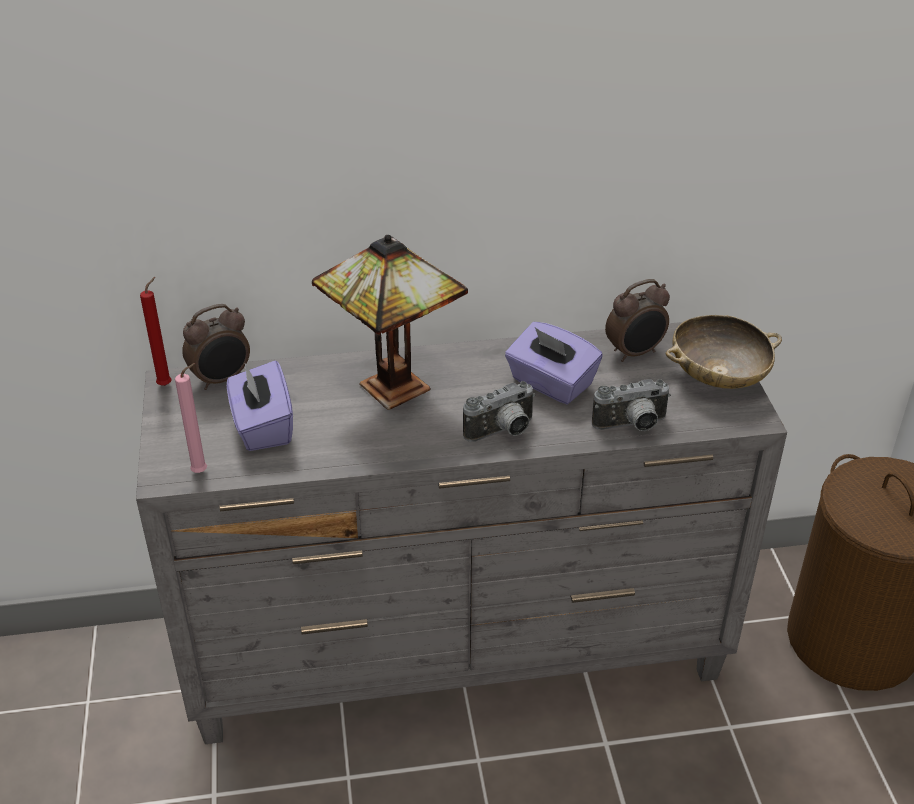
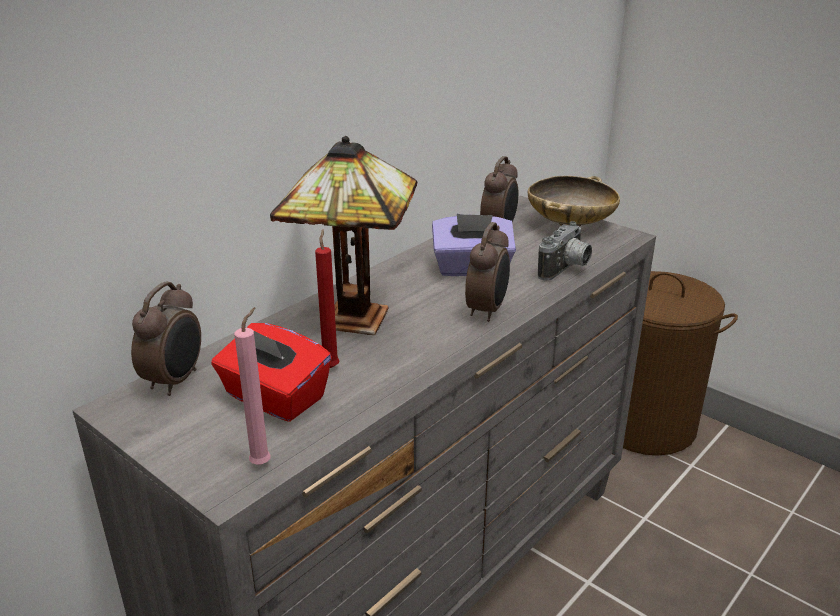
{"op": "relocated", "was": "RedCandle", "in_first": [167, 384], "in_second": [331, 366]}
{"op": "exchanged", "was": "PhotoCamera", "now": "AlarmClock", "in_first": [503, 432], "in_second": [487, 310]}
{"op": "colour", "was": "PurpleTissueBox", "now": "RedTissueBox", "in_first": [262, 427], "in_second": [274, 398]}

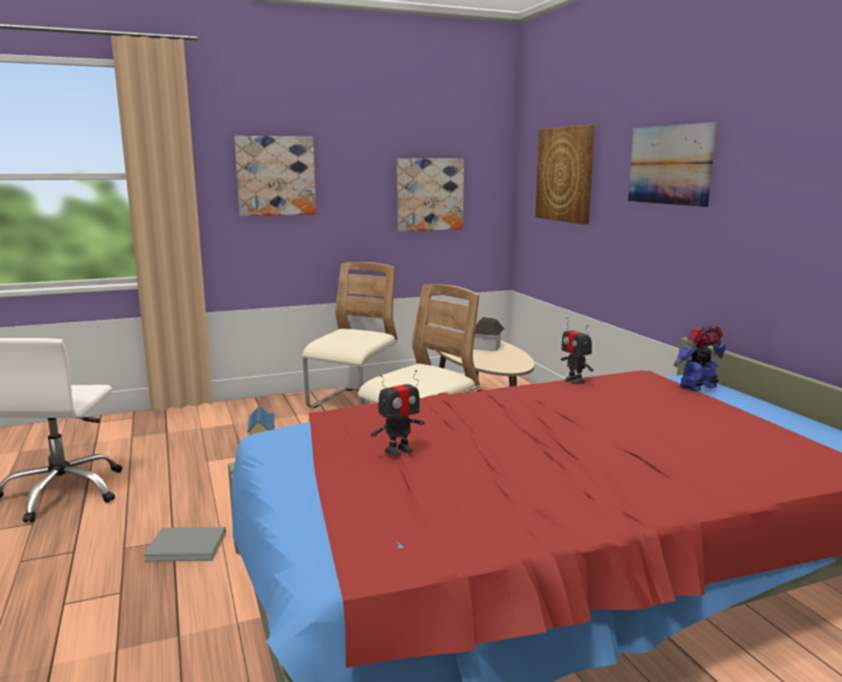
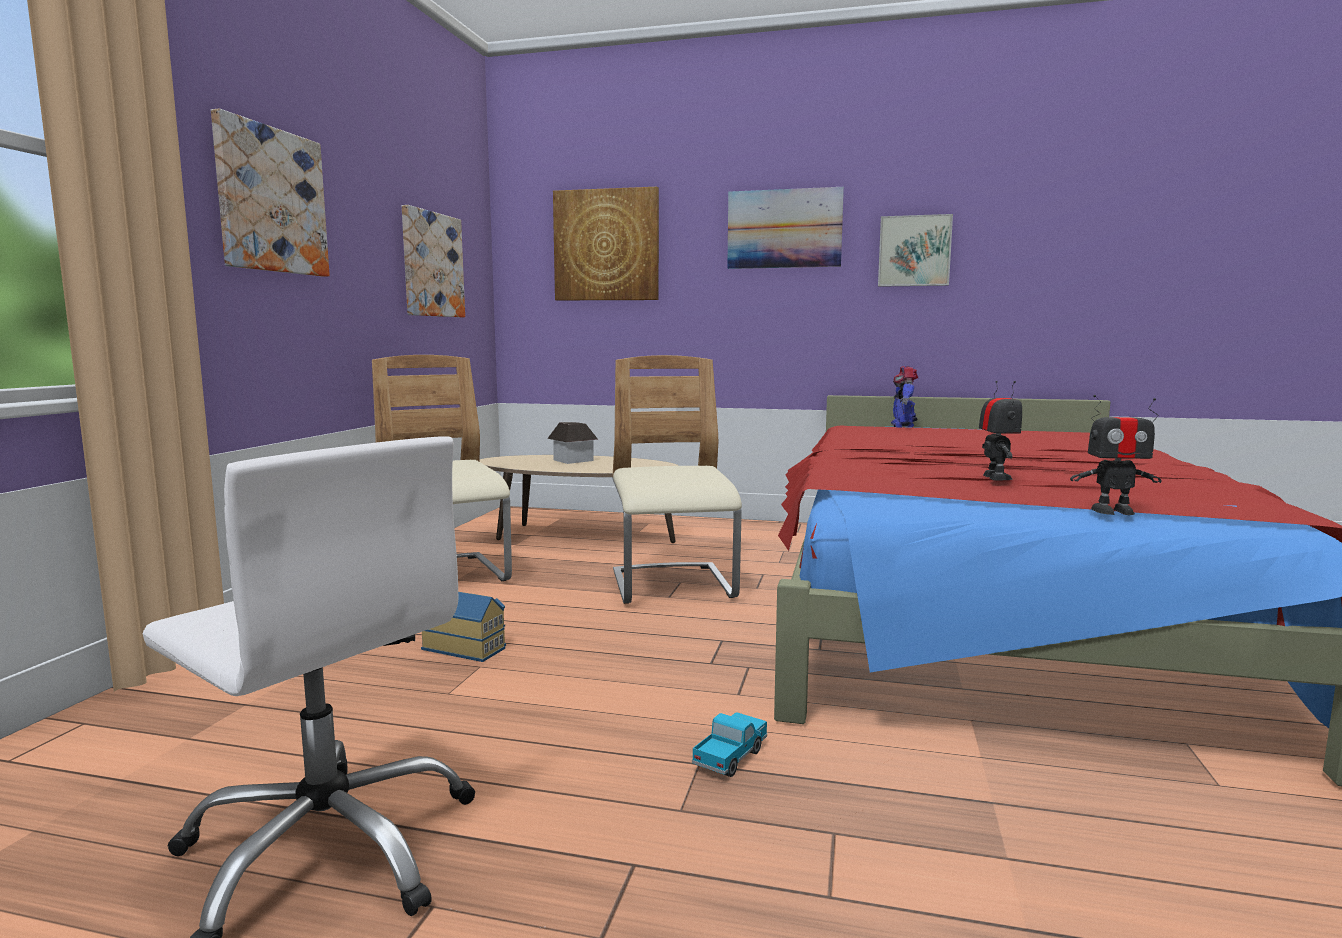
{"op": "appeared", "now": "Picture", "in_second": [914, 251]}
{"op": "relocated", "was": "ToyRobot", "in_first": [574, 381], "in_second": [1113, 511]}
{"op": "exchanged", "was": "GreyBook", "now": "ToyTruck", "in_first": [185, 545], "in_second": [731, 757]}

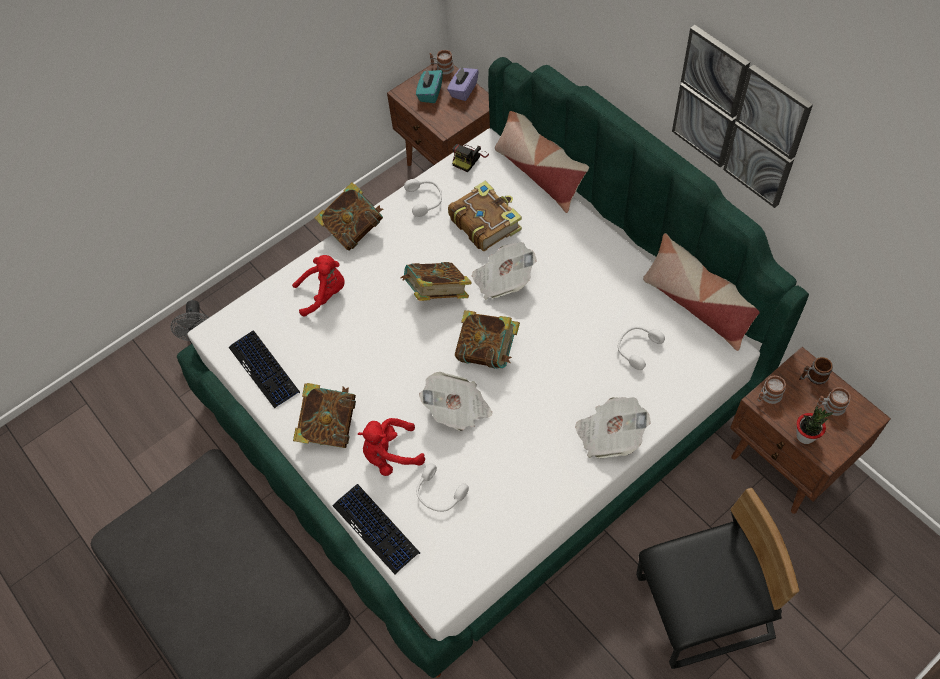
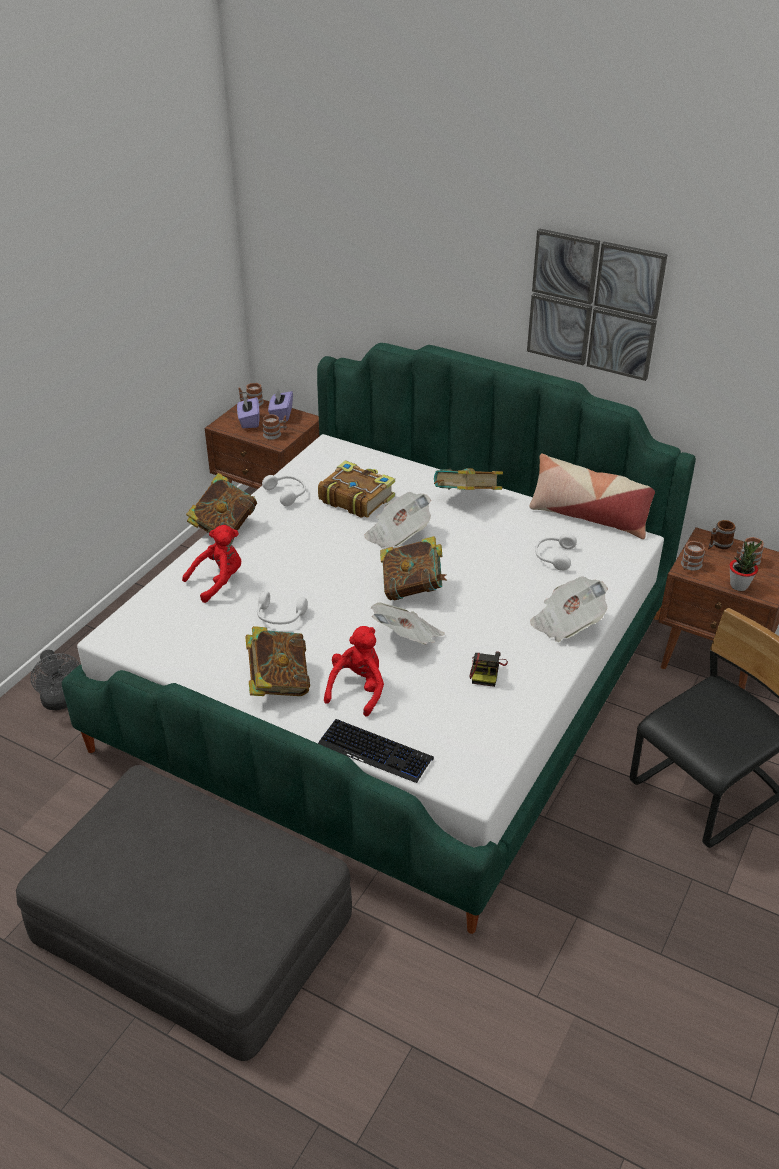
{"op": "missing", "was": "Keyboard", "in_first": [264, 369]}
{"op": "missing", "was": "Pillow", "in_first": [539, 173]}
{"op": "appeared", "now": "Mug", "in_second": [275, 434]}
{"op": "relocated", "was": "Book", "in_first": [437, 294], "in_second": [466, 499]}
{"op": "relocated", "was": "WhiteHeadphones", "in_first": [439, 494], "in_second": [280, 617]}
{"op": "relocated", "was": "PhotoCamera", "in_first": [469, 158], "in_second": [487, 671]}
{"op": "colour", "was": "TurquoiseTissueBox", "now": "PurpleTissueBox", "in_first": [430, 93], "in_second": [249, 421]}
{"op": "spun", "was": "RedPlushToy", "in_first": [390, 455], "in_second": [358, 689], "clockwise": 150}

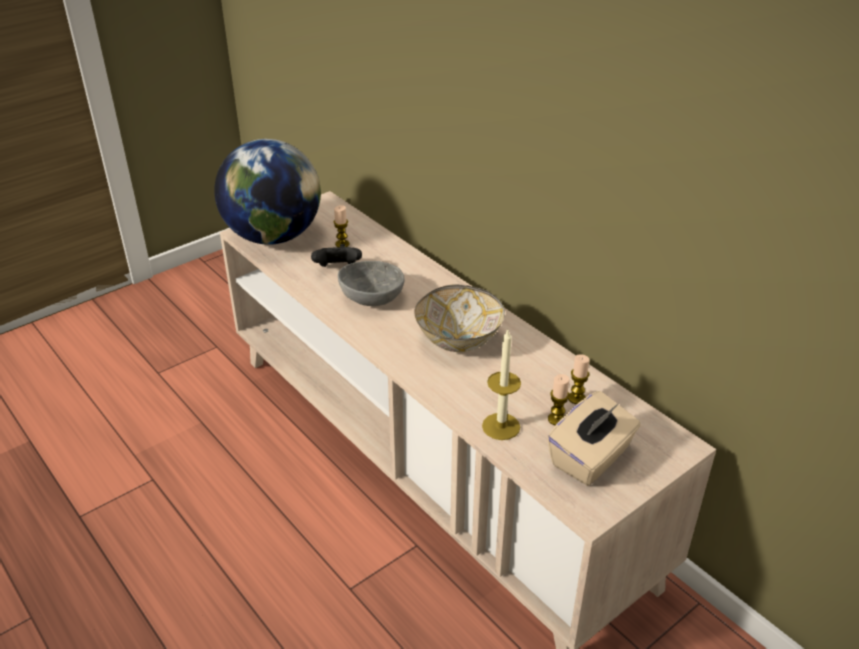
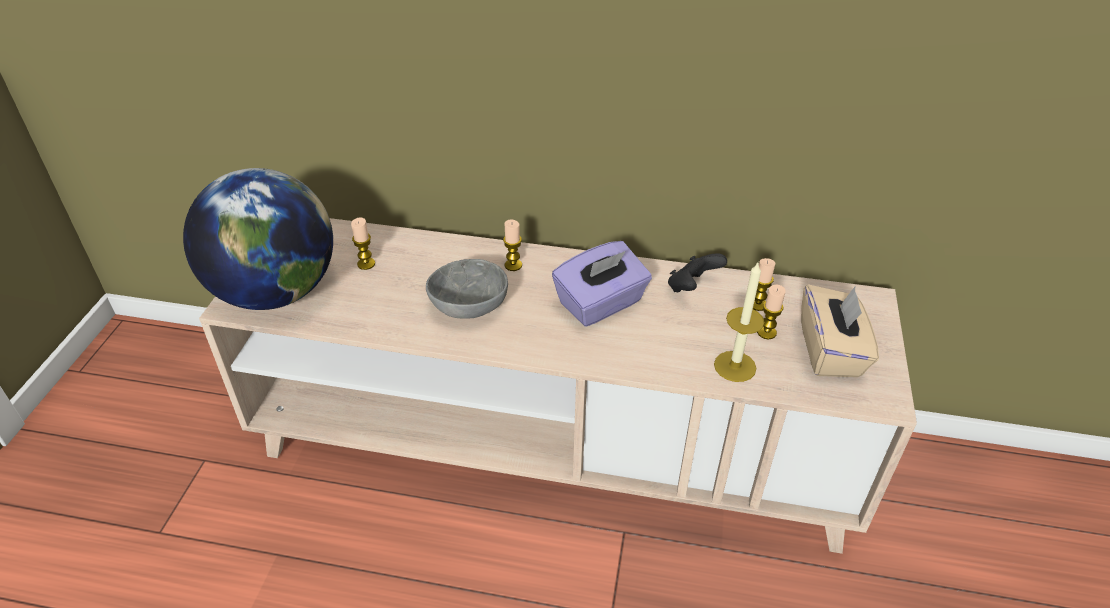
{"op": "appeared", "now": "Candle", "in_second": [513, 265]}
{"op": "relocated", "was": "BlackGameController", "in_first": [337, 269], "in_second": [692, 287]}
{"op": "exchanged", "was": "Bowl", "now": "PurpleTissueBox", "in_first": [459, 339], "in_second": [601, 304]}

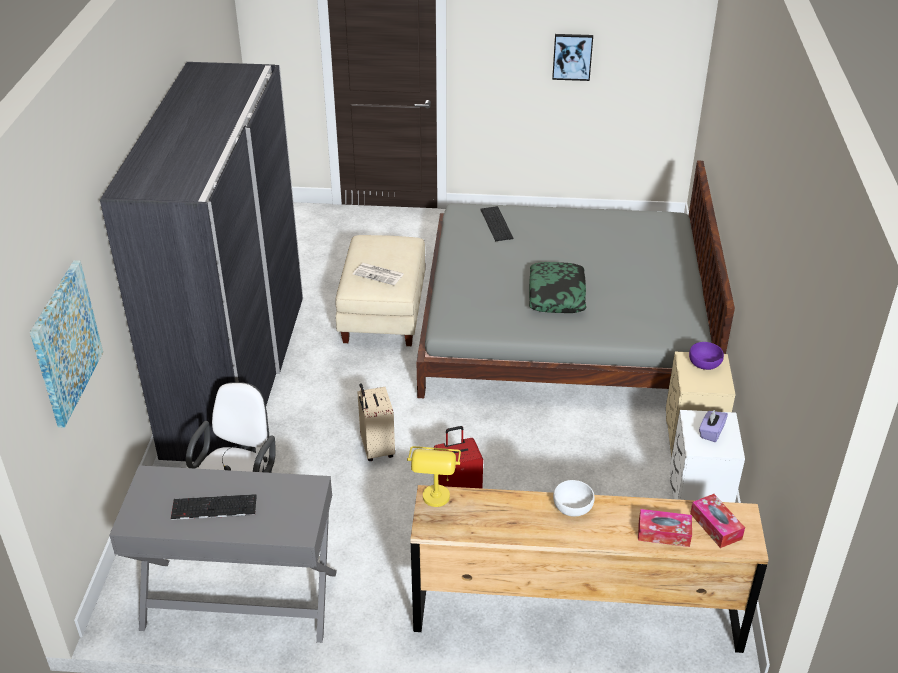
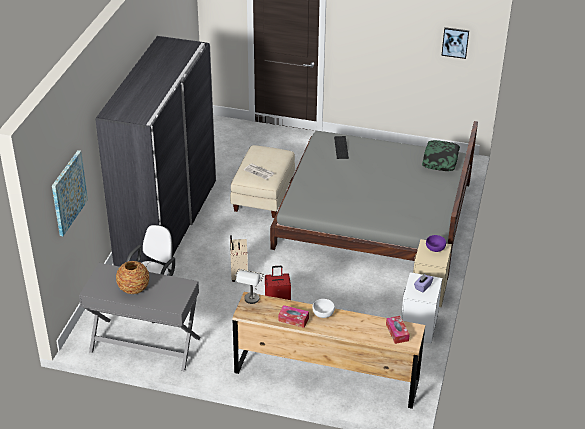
{"op": "relocated", "was": "Pillow", "in_first": [557, 295], "in_second": [440, 160]}
{"op": "relocated", "was": "Picture", "in_first": [572, 56], "in_second": [455, 42]}
{"op": "relocated", "was": "TissueBox", "in_first": [663, 533], "in_second": [293, 319]}
{"op": "exchanged", "was": "Keyboard", "now": "Vase", "in_first": [213, 508], "in_second": [133, 289]}
{"op": "colour", "was": "YellowTableLamp", "now": "GreyTableLamp", "in_first": [436, 504], "in_second": [250, 302]}

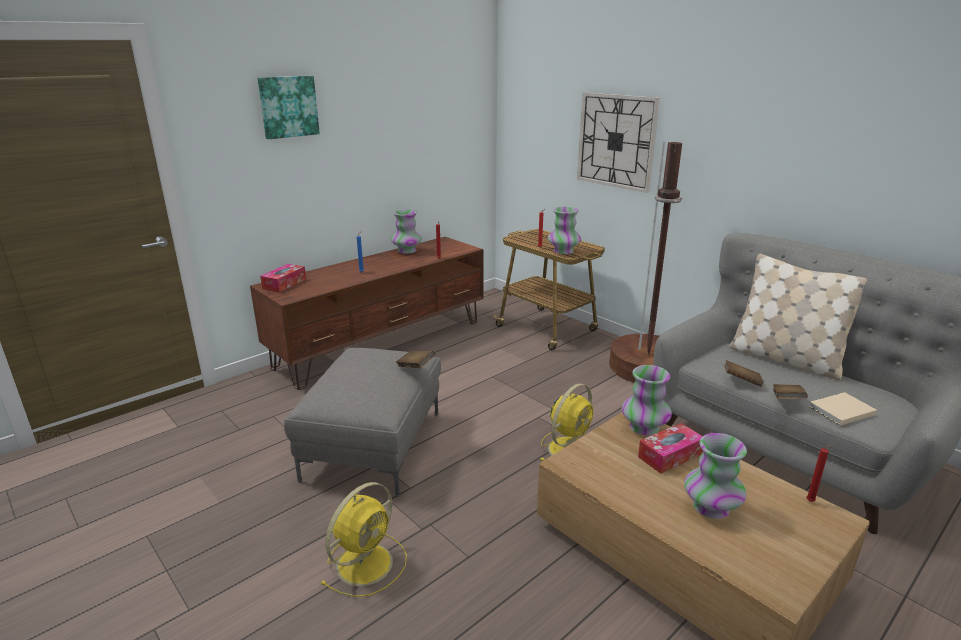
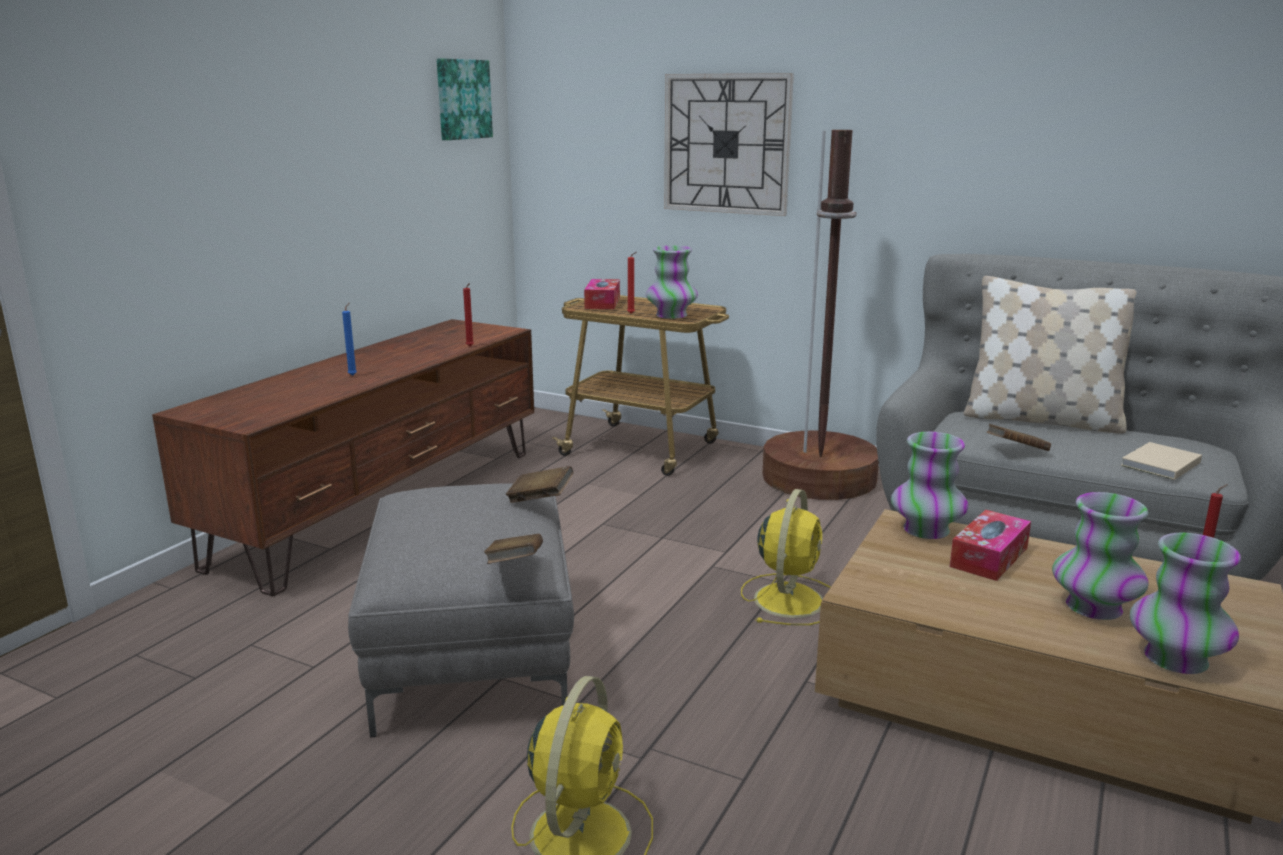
{"op": "relocated", "was": "Picture", "in_first": [288, 106], "in_second": [462, 99]}
{"op": "relocated", "was": "TissueBox", "in_first": [284, 284], "in_second": [602, 303]}
{"op": "relocated", "was": "Vase", "in_first": [407, 251], "in_second": [1176, 659]}
{"op": "relocated", "was": "BrownBook", "in_first": [787, 400], "in_second": [515, 565]}

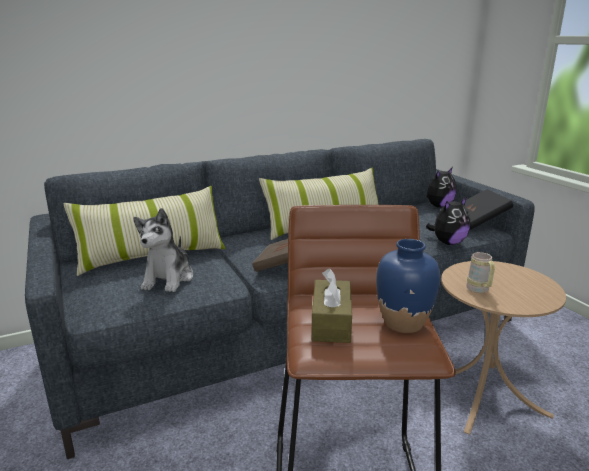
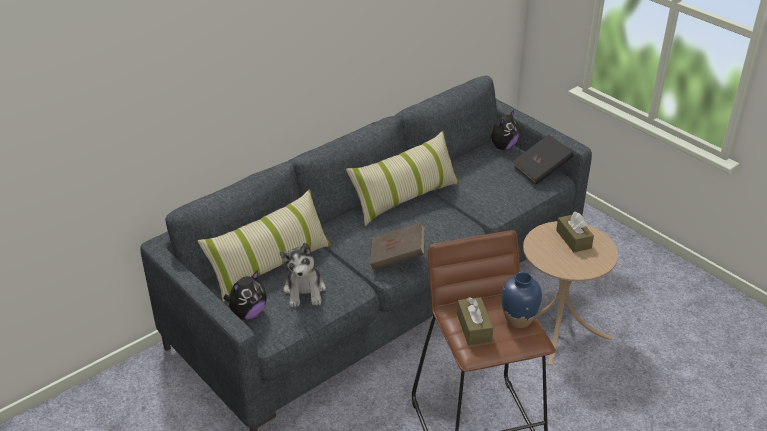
{"op": "missing", "was": "BeigeMug", "in_first": [479, 290]}
{"op": "appeared", "now": "BrownTissueBox", "in_second": [573, 239]}
{"op": "relocated", "was": "PlushToy", "in_first": [448, 243], "in_second": [248, 313]}

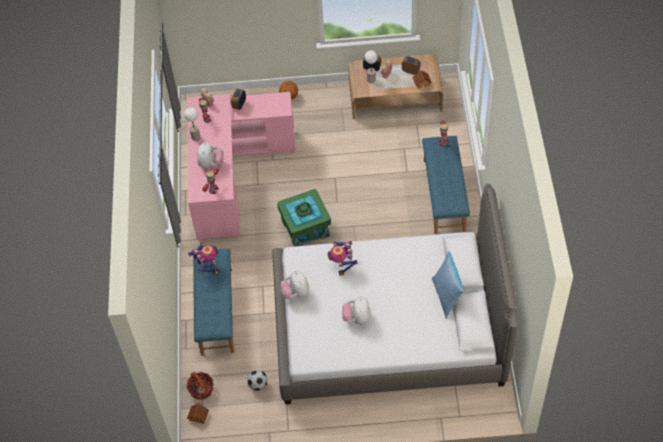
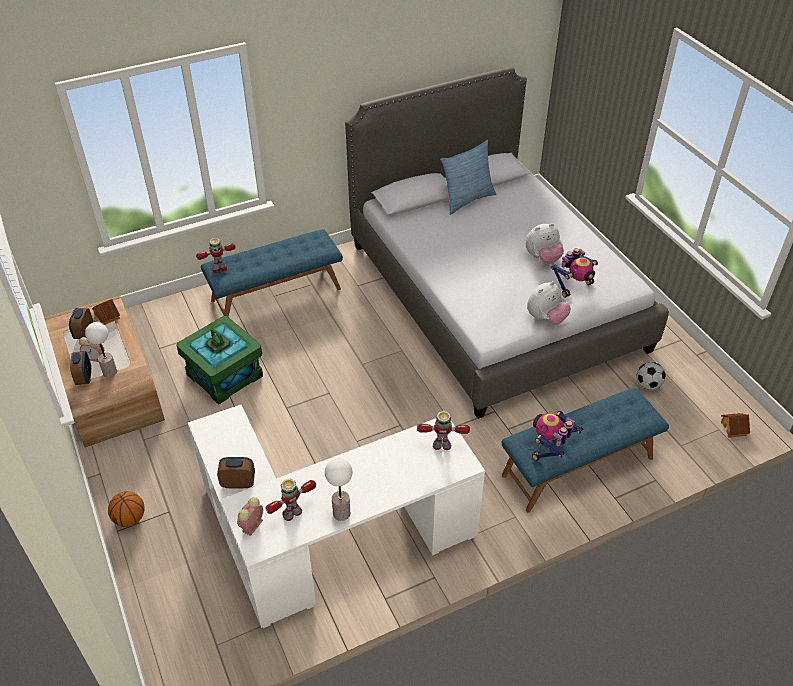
{"op": "missing", "was": "Basket", "in_first": [201, 389]}
{"op": "missing", "was": "PlushToy", "in_first": [211, 164]}
{"op": "relocated", "was": "GreenStorageBox", "in_first": [305, 227], "in_second": [224, 375]}
{"op": "relocated", "was": "ToyRobot", "in_first": [342, 264], "in_second": [573, 286]}
{"op": "colour", "was": "PinkDesk", "now": "WhiteDesk", "in_first": [231, 174], "in_second": [326, 542]}

